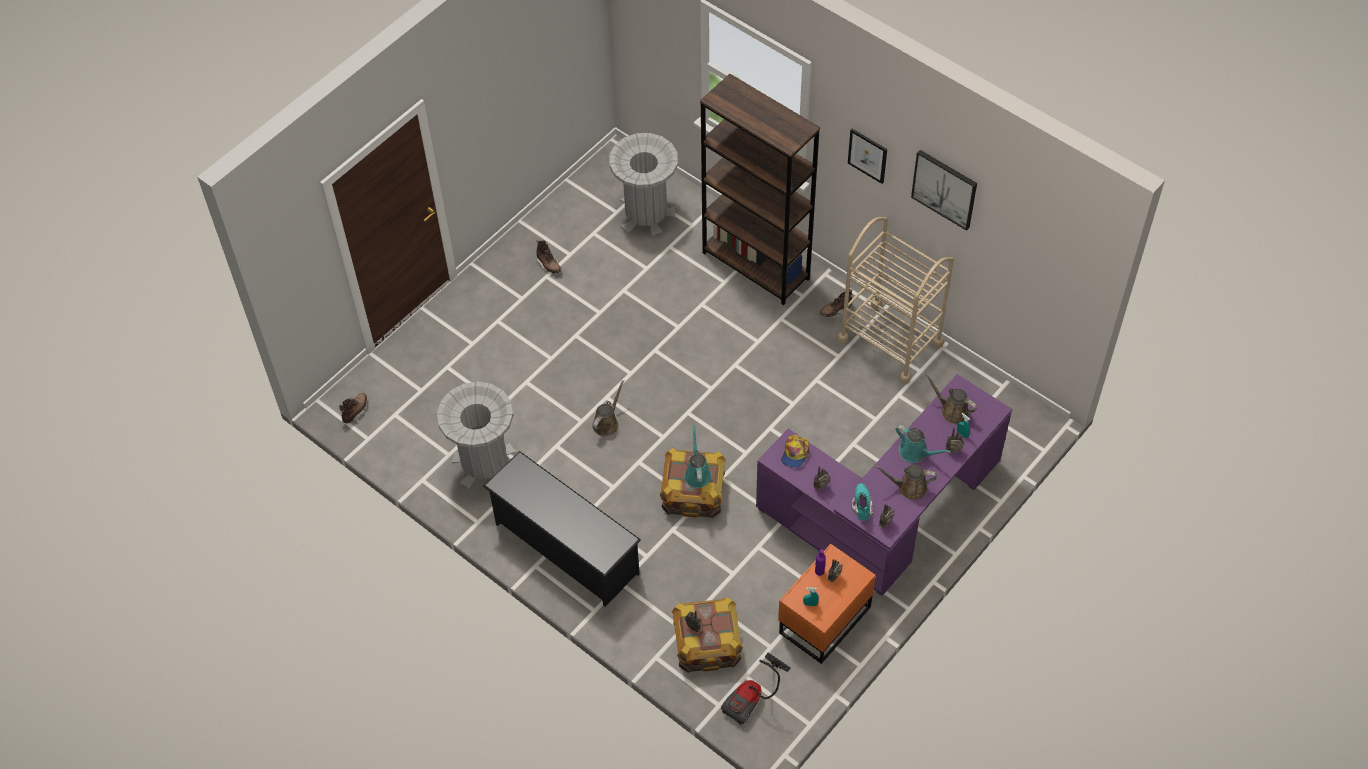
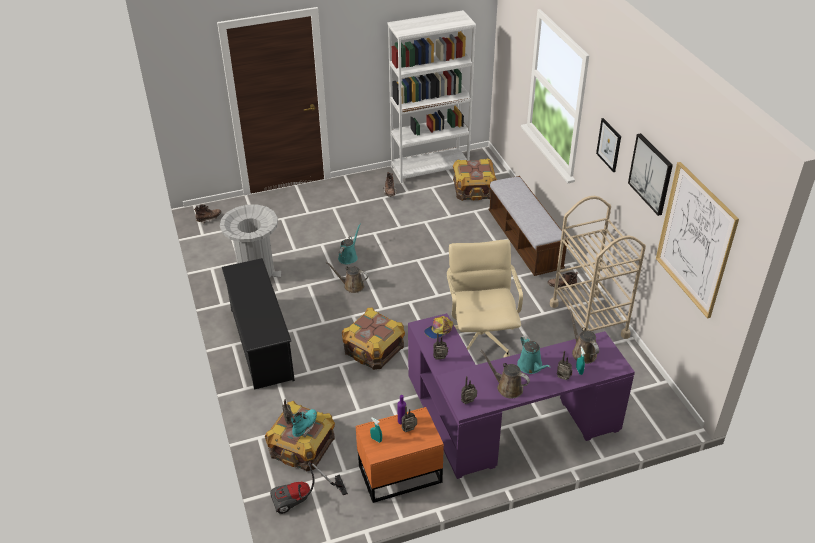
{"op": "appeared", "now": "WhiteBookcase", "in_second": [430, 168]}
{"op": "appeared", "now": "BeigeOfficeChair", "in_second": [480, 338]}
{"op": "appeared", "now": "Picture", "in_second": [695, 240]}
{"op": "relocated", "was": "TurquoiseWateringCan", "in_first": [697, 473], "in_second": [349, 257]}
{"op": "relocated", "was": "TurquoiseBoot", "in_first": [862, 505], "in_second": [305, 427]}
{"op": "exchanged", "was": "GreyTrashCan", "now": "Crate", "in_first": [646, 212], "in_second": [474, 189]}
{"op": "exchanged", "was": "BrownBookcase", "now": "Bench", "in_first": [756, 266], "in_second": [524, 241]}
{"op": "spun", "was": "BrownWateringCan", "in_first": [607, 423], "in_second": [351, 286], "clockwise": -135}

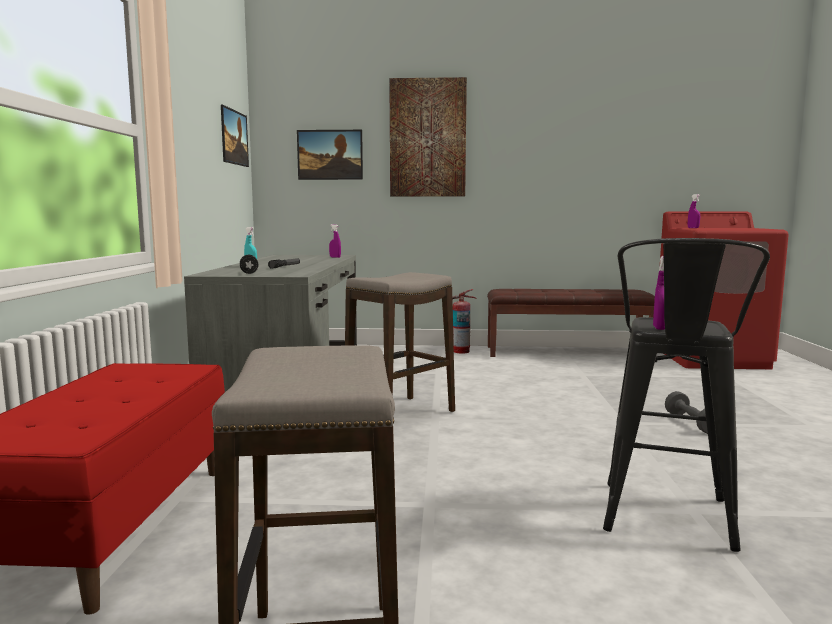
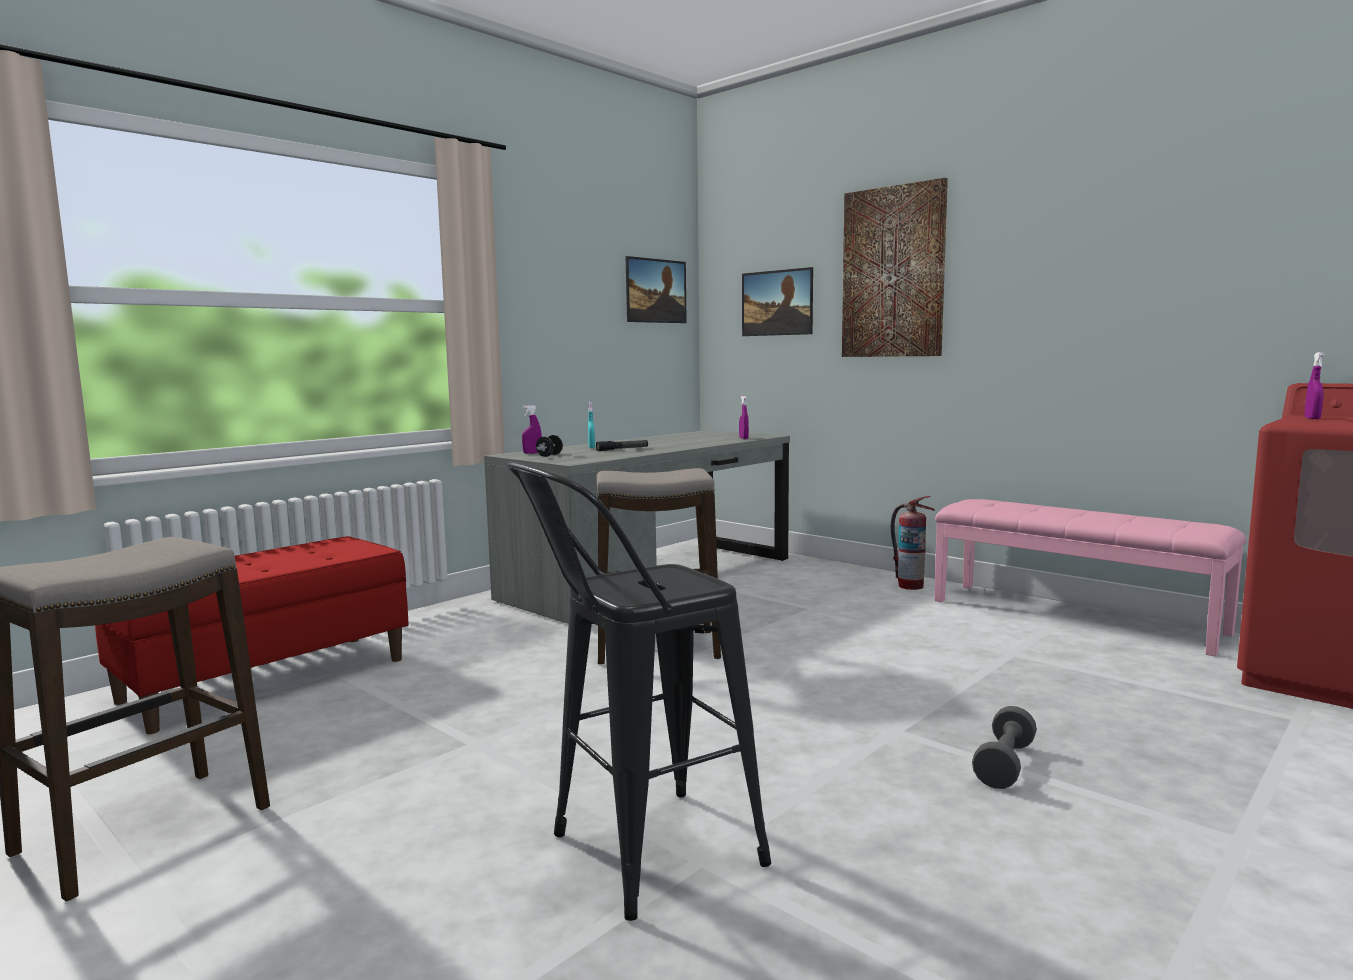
{"op": "relocated", "was": "PurpleSprayBottle", "in_first": [659, 328], "in_second": [532, 453]}
{"op": "colour", "was": "BrownBench", "now": "PinkBench", "in_first": [567, 352], "in_second": [1075, 616]}

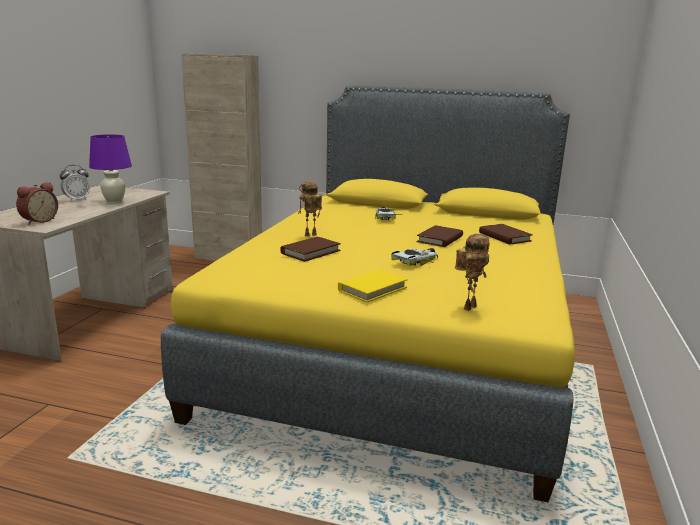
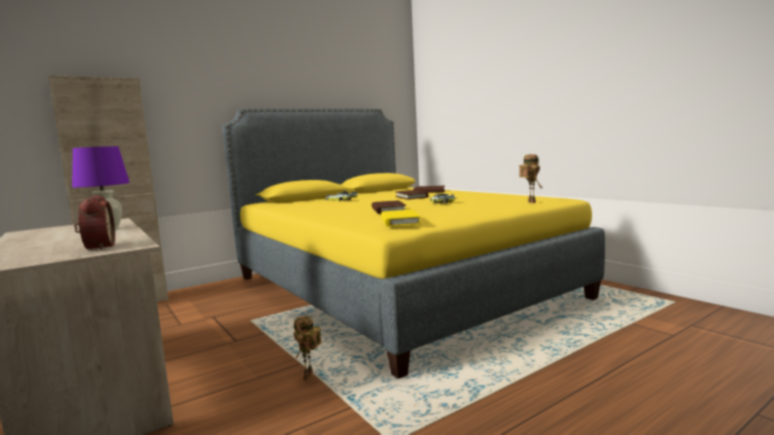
{"op": "missing", "was": "AlarmClock", "in_first": [77, 200]}
{"op": "relocated", "was": "ToyRobot", "in_first": [310, 235], "in_second": [309, 377]}
{"op": "relocated", "was": "YellowBook", "in_first": [372, 289], "in_second": [400, 221]}

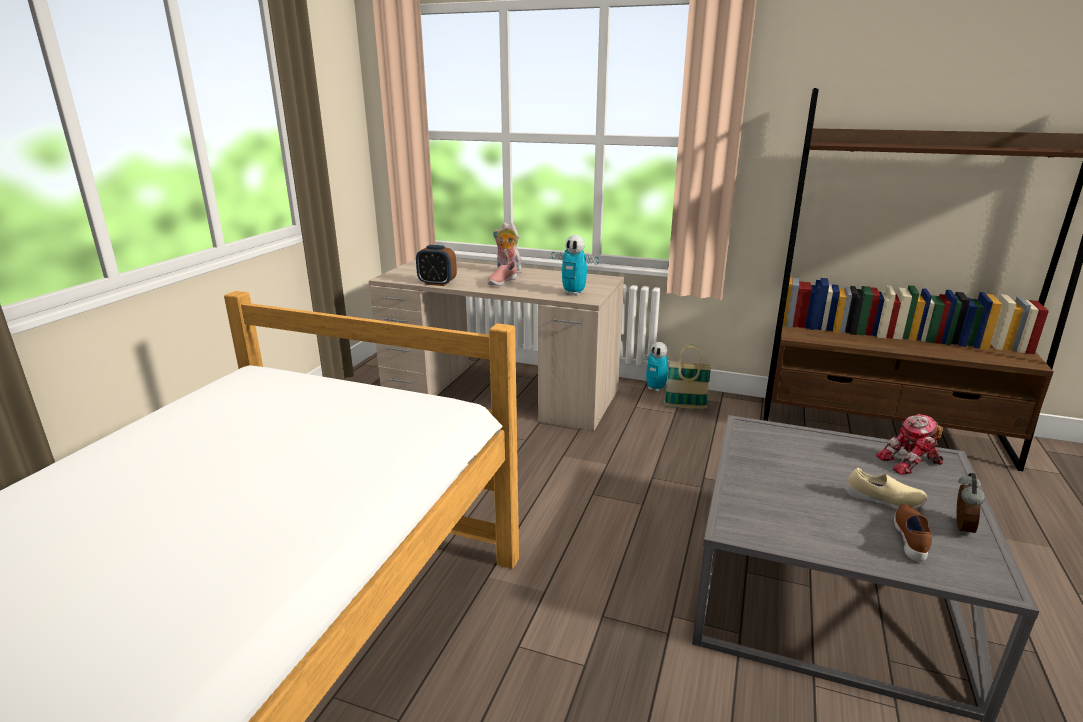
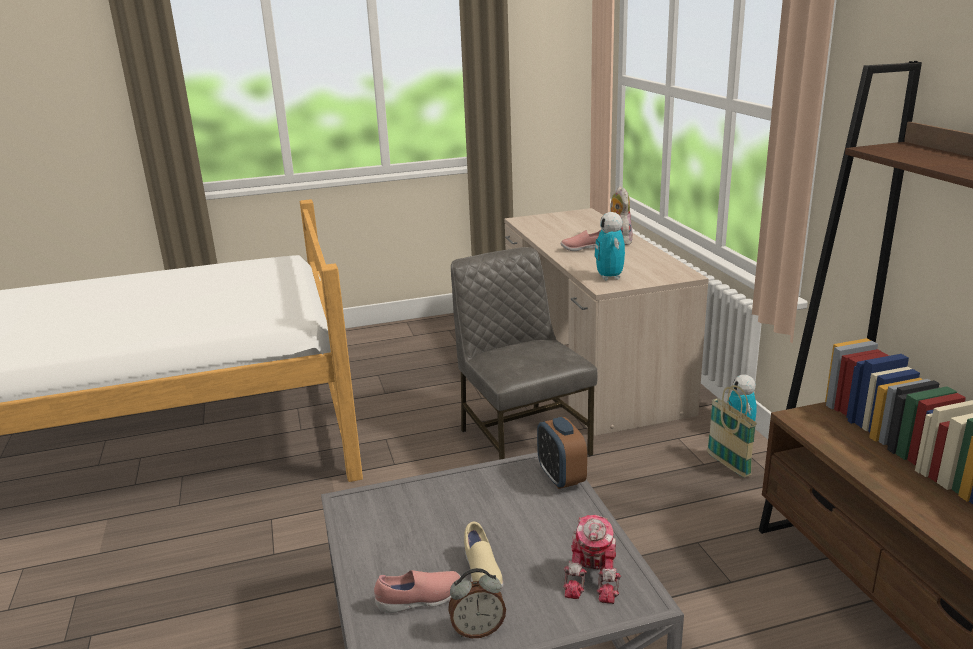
{"op": "appeared", "now": "GreyChair", "in_second": [522, 441]}
{"op": "relocated", "was": "AlarmClock", "in_first": [437, 283], "in_second": [561, 477]}
{"op": "colour", "was": "BrownShoe", "now": "PinkShoe", "in_first": [911, 540], "in_second": [419, 600]}
{"op": "spun", "was": "ToyRobot", "in_first": [911, 463], "in_second": [595, 577], "clockwise": -120}

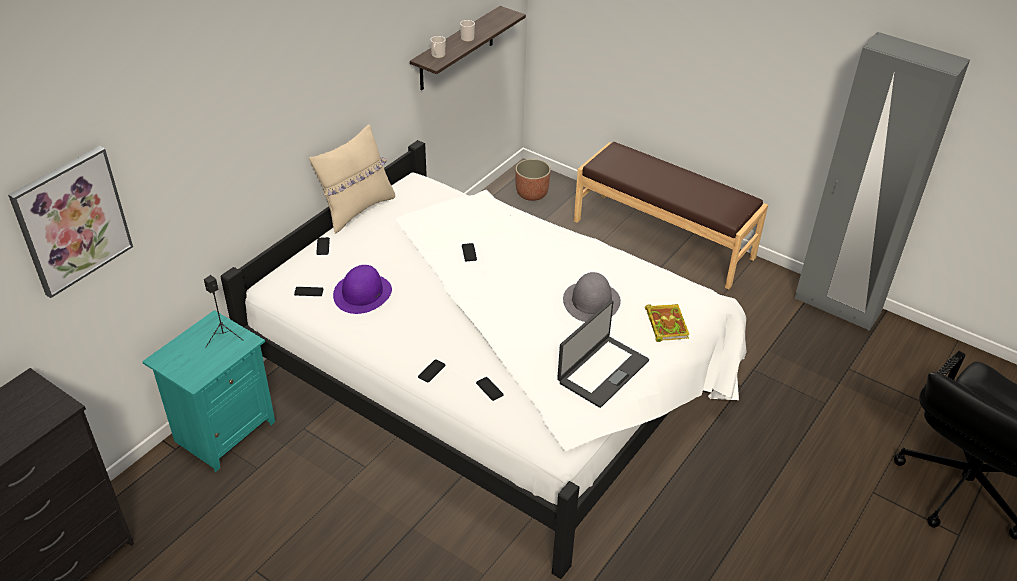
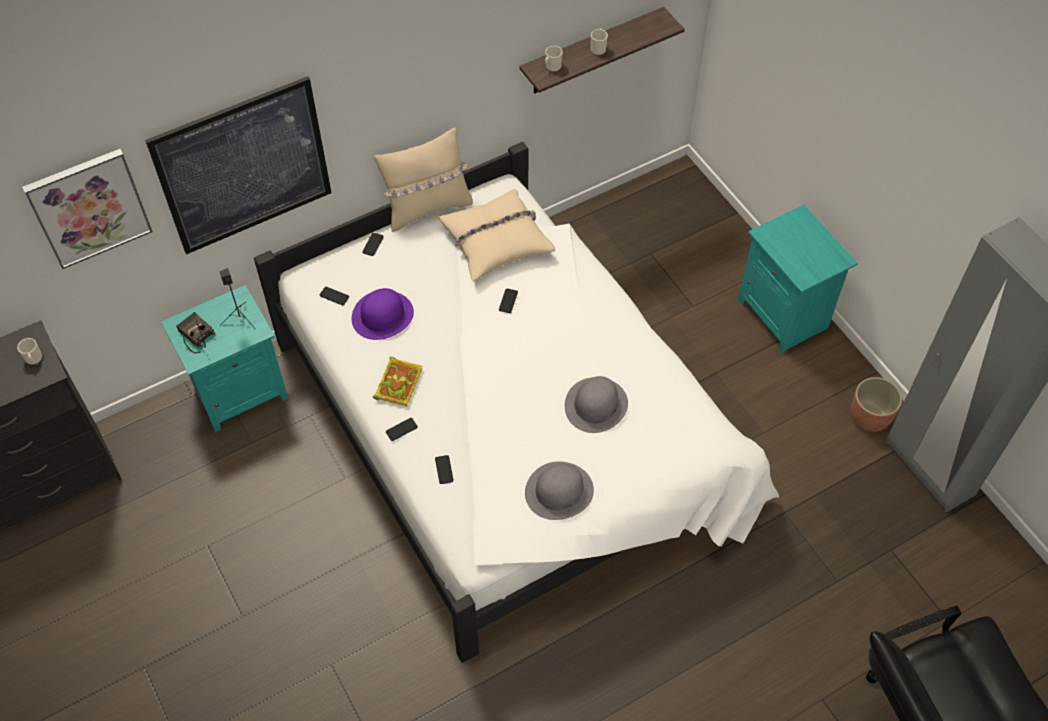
{"op": "appeared", "now": "Mug", "in_second": [34, 359]}
{"op": "appeared", "now": "Picture", "in_second": [244, 166]}
{"op": "appeared", "now": "Radio", "in_second": [195, 335]}
{"op": "appeared", "now": "BeigePillow", "in_second": [496, 241]}
{"op": "relocated", "was": "Planter", "in_first": [532, 193], "in_second": [870, 417]}
{"op": "relocated", "was": "Book", "in_first": [665, 324], "in_second": [398, 382]}
{"op": "exchanged", "was": "Laptop", "now": "GreyHat", "in_first": [602, 371], "in_second": [559, 491]}
{"op": "exchanged", "was": "BrownBench", "now": "TurquoiseNightstand", "in_first": [663, 238], "in_second": [784, 314]}

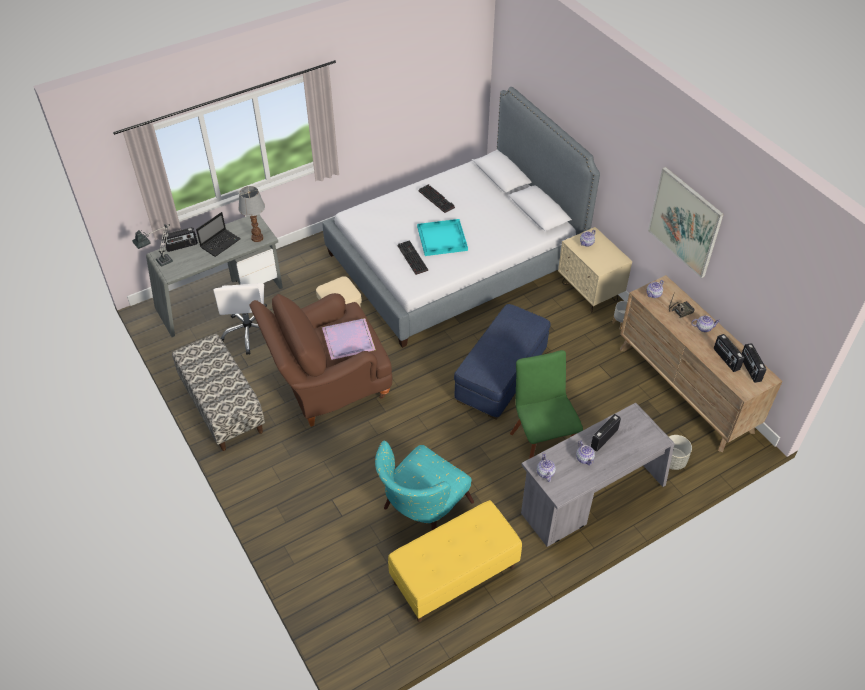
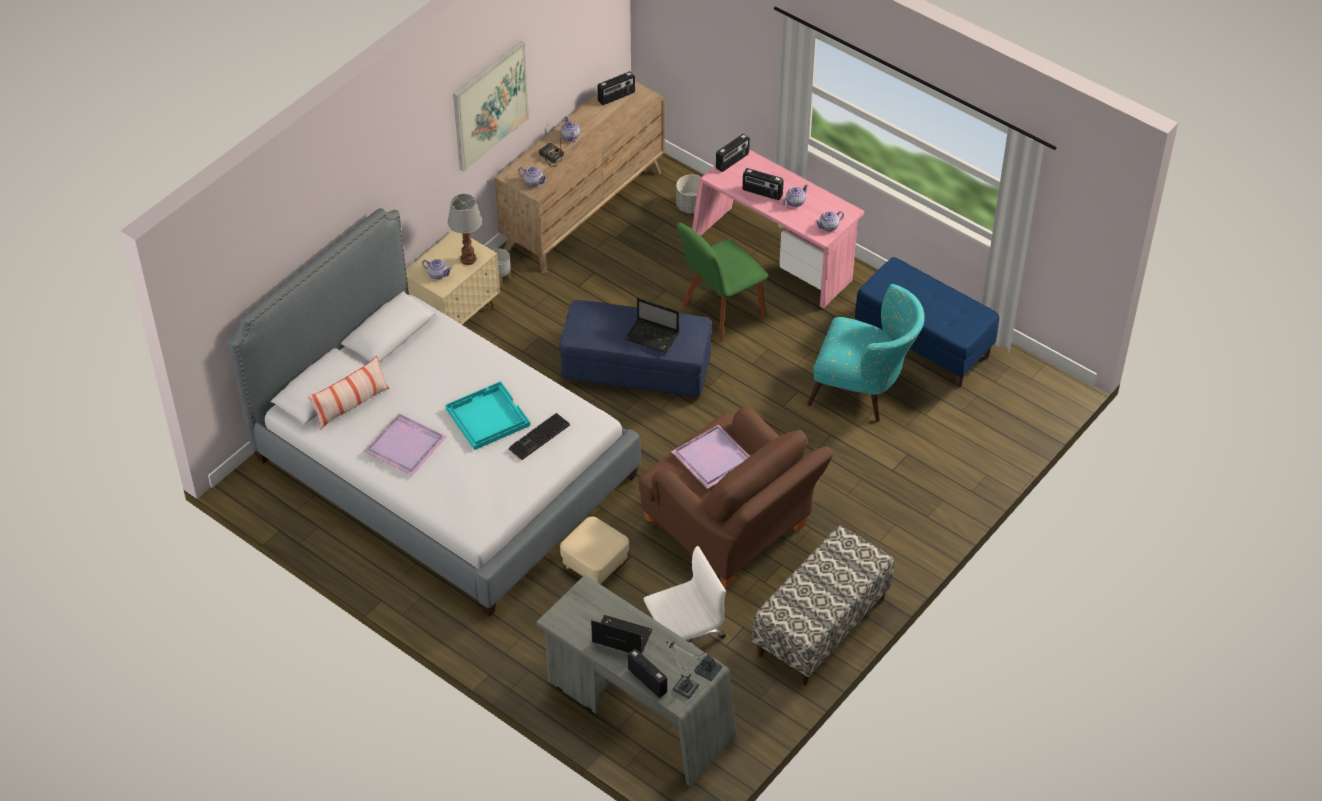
{"op": "appeared", "now": "Pillow", "in_second": [351, 405]}
{"op": "appeared", "now": "Laptop", "in_second": [653, 337]}
{"op": "relocated", "was": "TableLamp", "in_first": [257, 237], "in_second": [467, 259]}
{"op": "relocated", "was": "Radio", "in_first": [726, 359], "in_second": [732, 161]}
{"op": "exchanged", "was": "Keyboard", "now": "PurpleTray", "in_first": [437, 199], "in_second": [405, 444]}
{"op": "colour", "was": "YellowBench", "now": "BlueBench", "in_first": [454, 575], "in_second": [924, 343]}
{"op": "colour", "was": "GreyDesk", "now": "PinkDesk", "in_first": [591, 498], "in_second": [773, 259]}

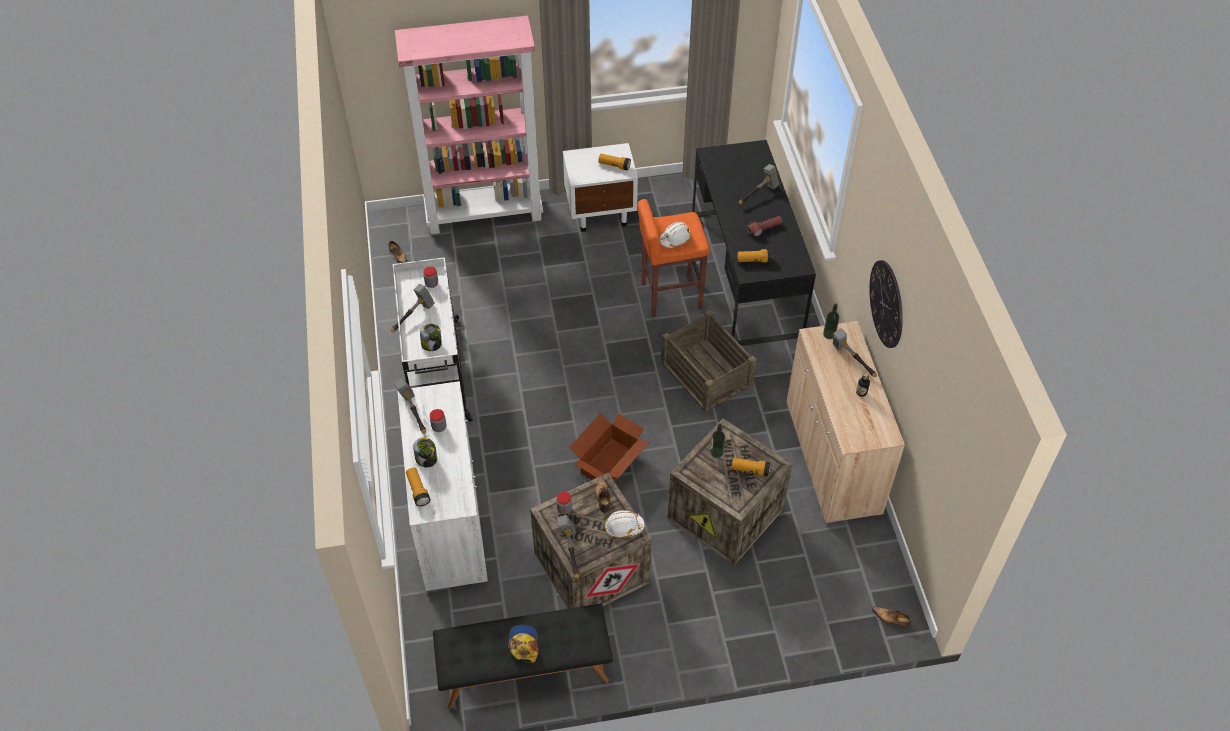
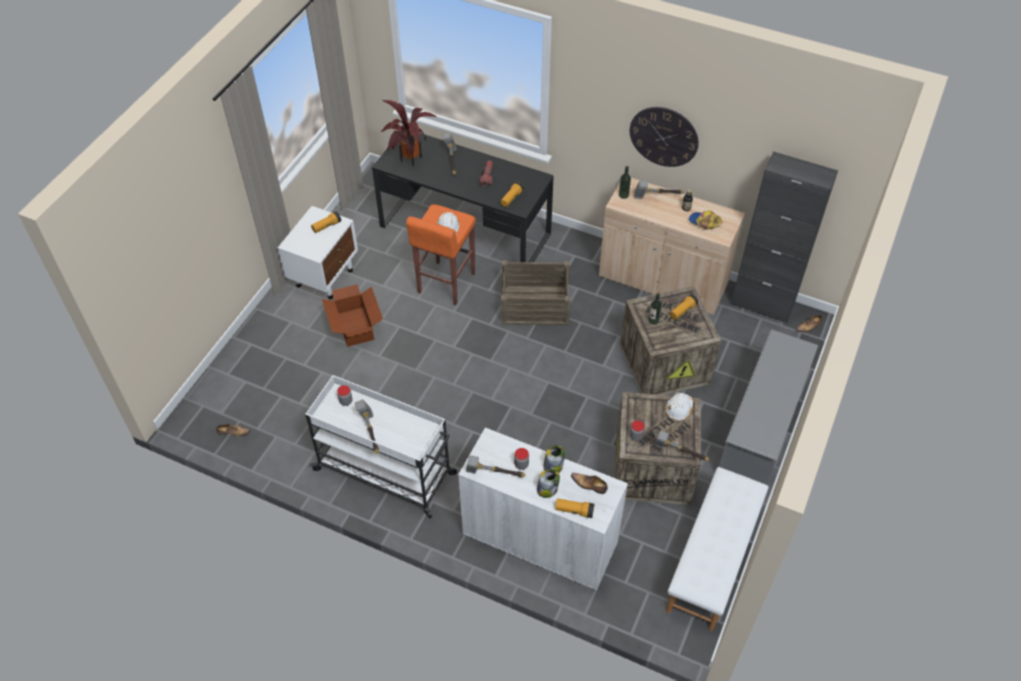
{"op": "missing", "was": "PinkBookcase", "in_first": [485, 213]}
{"op": "appeared", "now": "PottedPlant", "in_second": [409, 160]}
{"op": "appeared", "now": "GreyShoeRack", "in_second": [760, 429]}
{"op": "appeared", "now": "BlackCabinet", "in_second": [762, 305]}
{"op": "relocated", "was": "Jar", "in_first": [432, 344], "in_second": [553, 466]}
{"op": "relocated", "was": "Cap", "in_first": [524, 644], "in_second": [704, 222]}
{"op": "relocated", "was": "CardboardBox", "in_first": [610, 463], "in_second": [355, 326]}
{"op": "relocated", "was": "Shoe", "in_first": [602, 497], "in_second": [589, 485]}
{"op": "colour", "was": "BlackBench", "now": "WhiteBench", "in_first": [525, 671], "in_second": [712, 561]}

